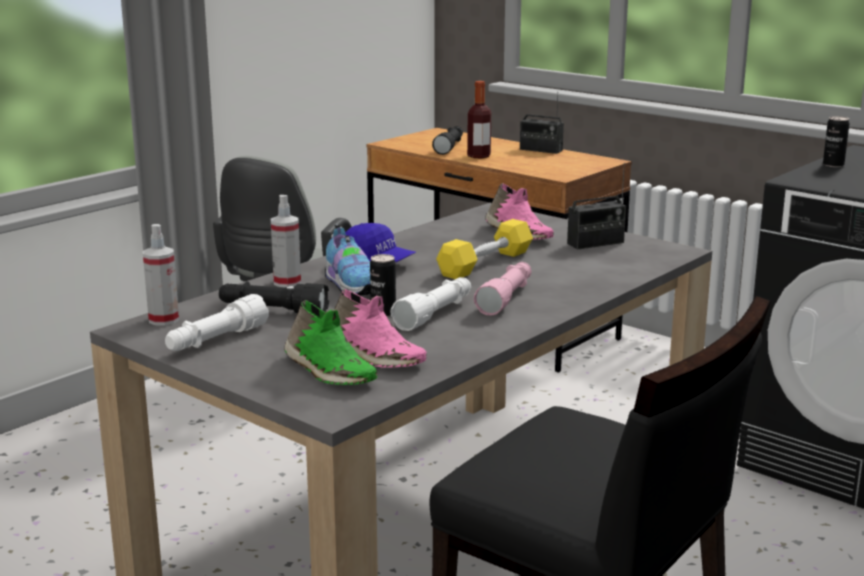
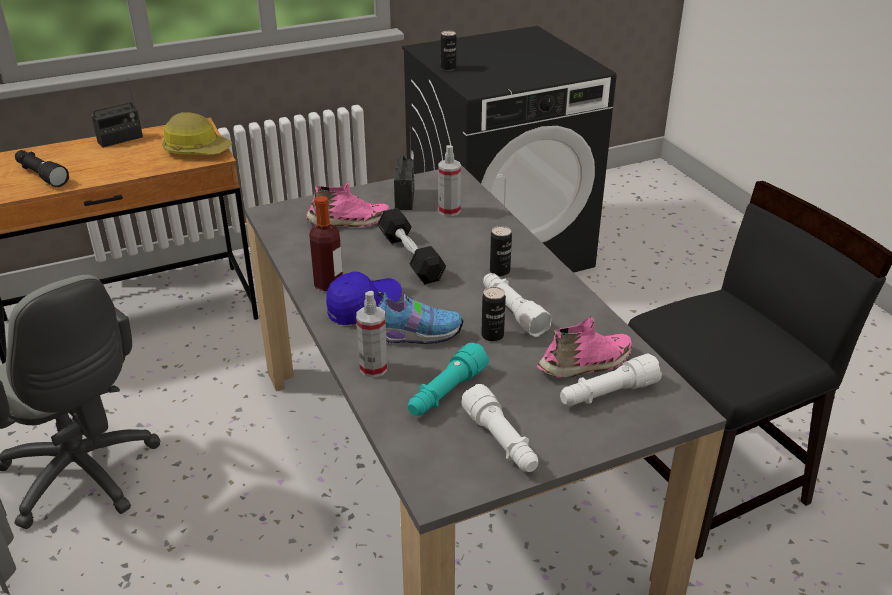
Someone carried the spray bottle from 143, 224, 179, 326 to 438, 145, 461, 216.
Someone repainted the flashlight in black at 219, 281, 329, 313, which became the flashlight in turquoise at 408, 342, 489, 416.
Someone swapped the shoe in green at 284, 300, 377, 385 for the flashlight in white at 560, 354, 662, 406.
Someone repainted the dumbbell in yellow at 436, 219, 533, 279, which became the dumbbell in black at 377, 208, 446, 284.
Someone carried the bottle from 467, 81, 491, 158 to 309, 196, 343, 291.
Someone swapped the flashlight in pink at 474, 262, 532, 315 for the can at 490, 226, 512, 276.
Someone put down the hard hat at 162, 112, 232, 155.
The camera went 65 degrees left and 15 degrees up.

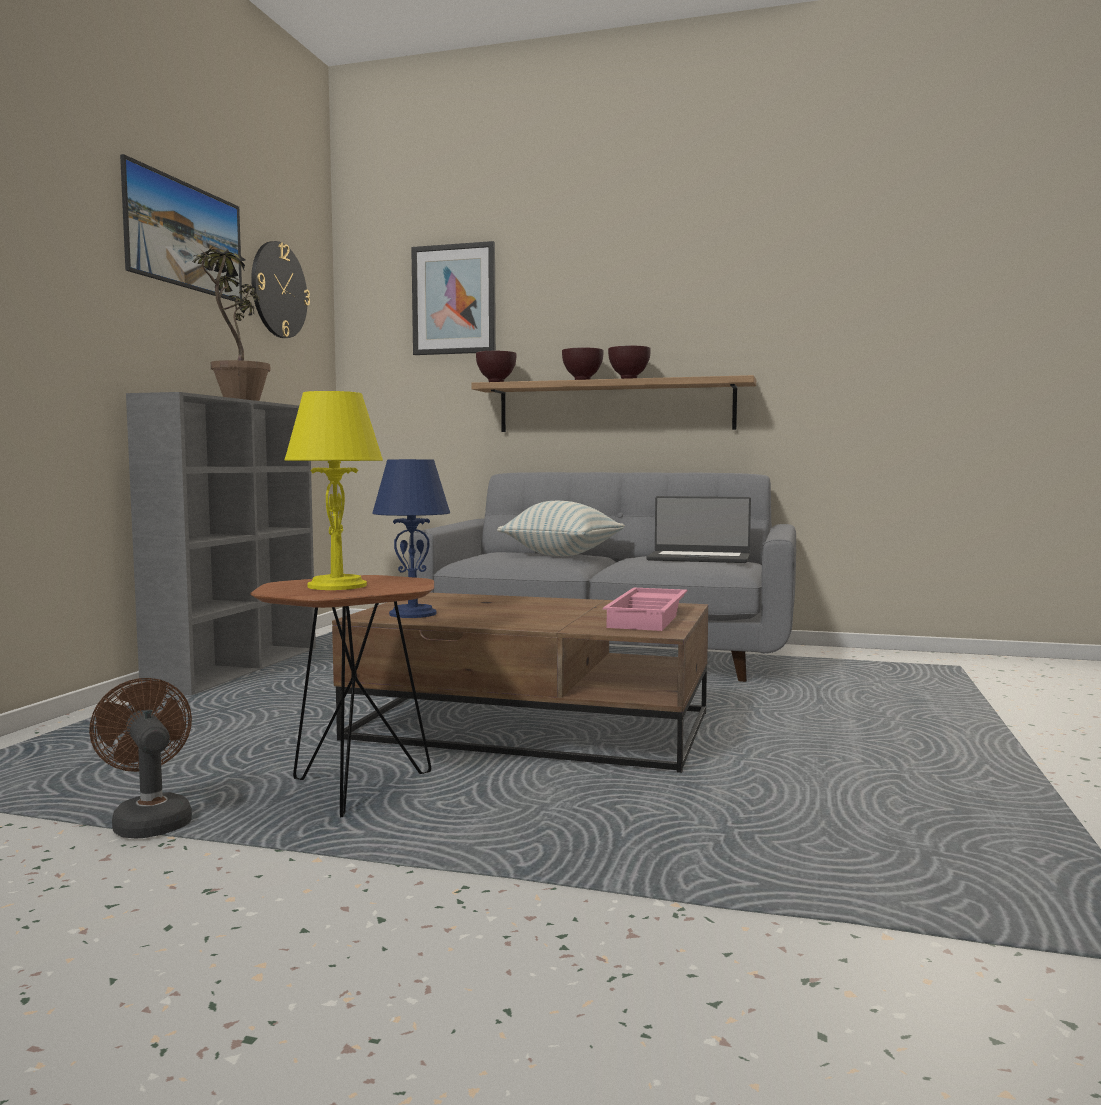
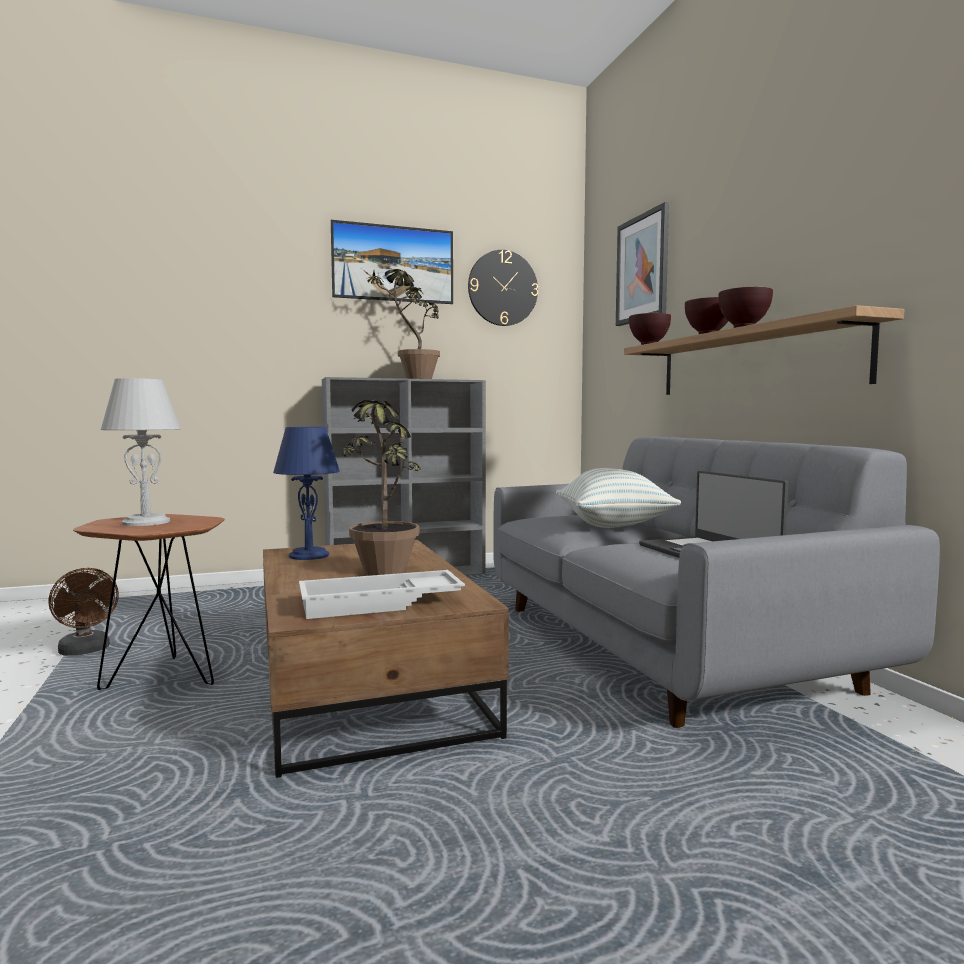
Someone rotated the fan in brown at 89, 678, 192, 838 by 120 degrees clockwise.
Someone repainted the table lamp in yellow at 285, 391, 383, 590, which became the table lamp in grey at 101, 378, 181, 526.
Someone repainted the tray in pink at 603, 587, 687, 631, which became the tray in white at 299, 570, 465, 619.
Someone put down the potted plant at 342, 400, 421, 576.
The camera went 55 degrees right and 0 degrees up.

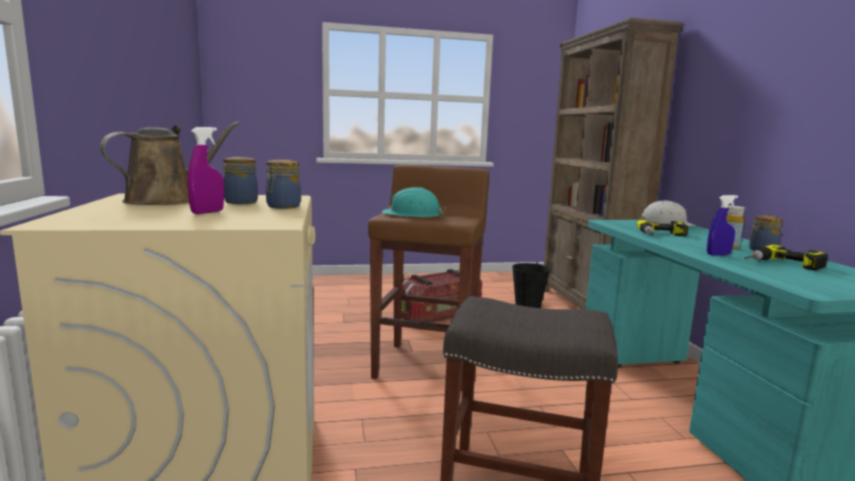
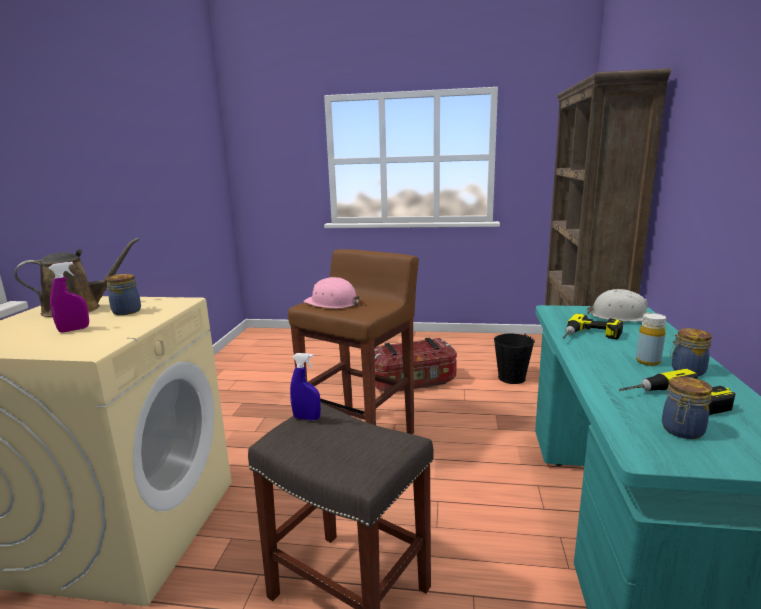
Someone carried the jar from 266, 159, 301, 209 to 662, 376, 712, 439.
Someone repainted the hard hat in turquoise at 381, 187, 445, 217, which became the hard hat in pink at 303, 277, 361, 309.
Someone carried the spray bottle in blue from 707, 195, 738, 255 to 290, 353, 321, 420.
The camera went 20 degrees right and 5 degrees up.

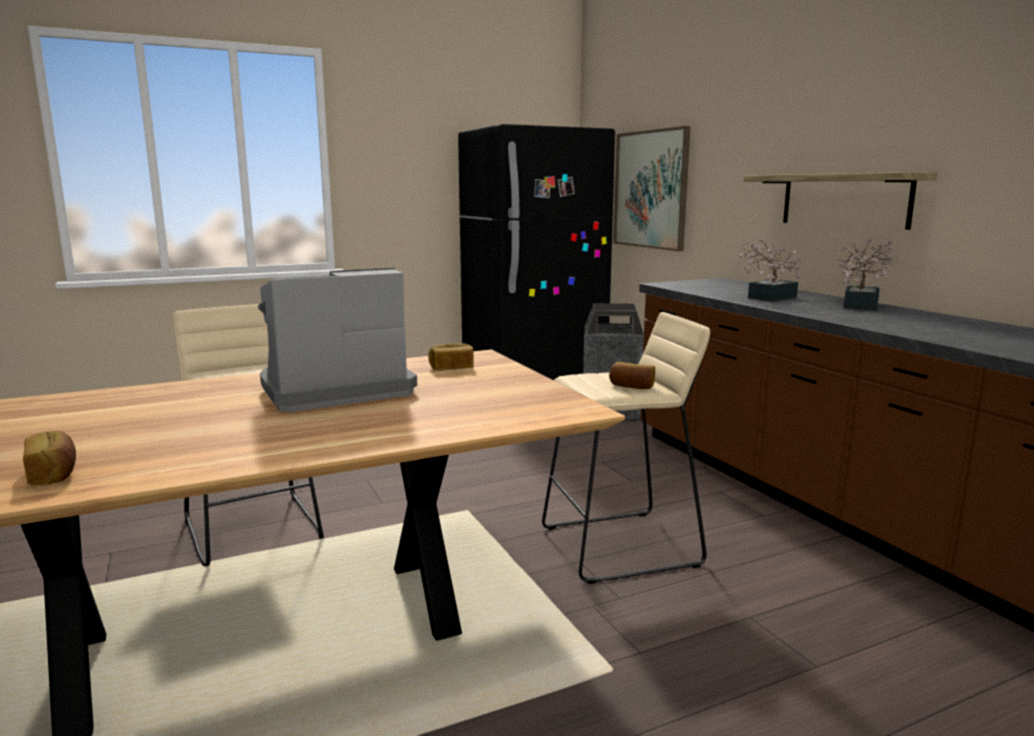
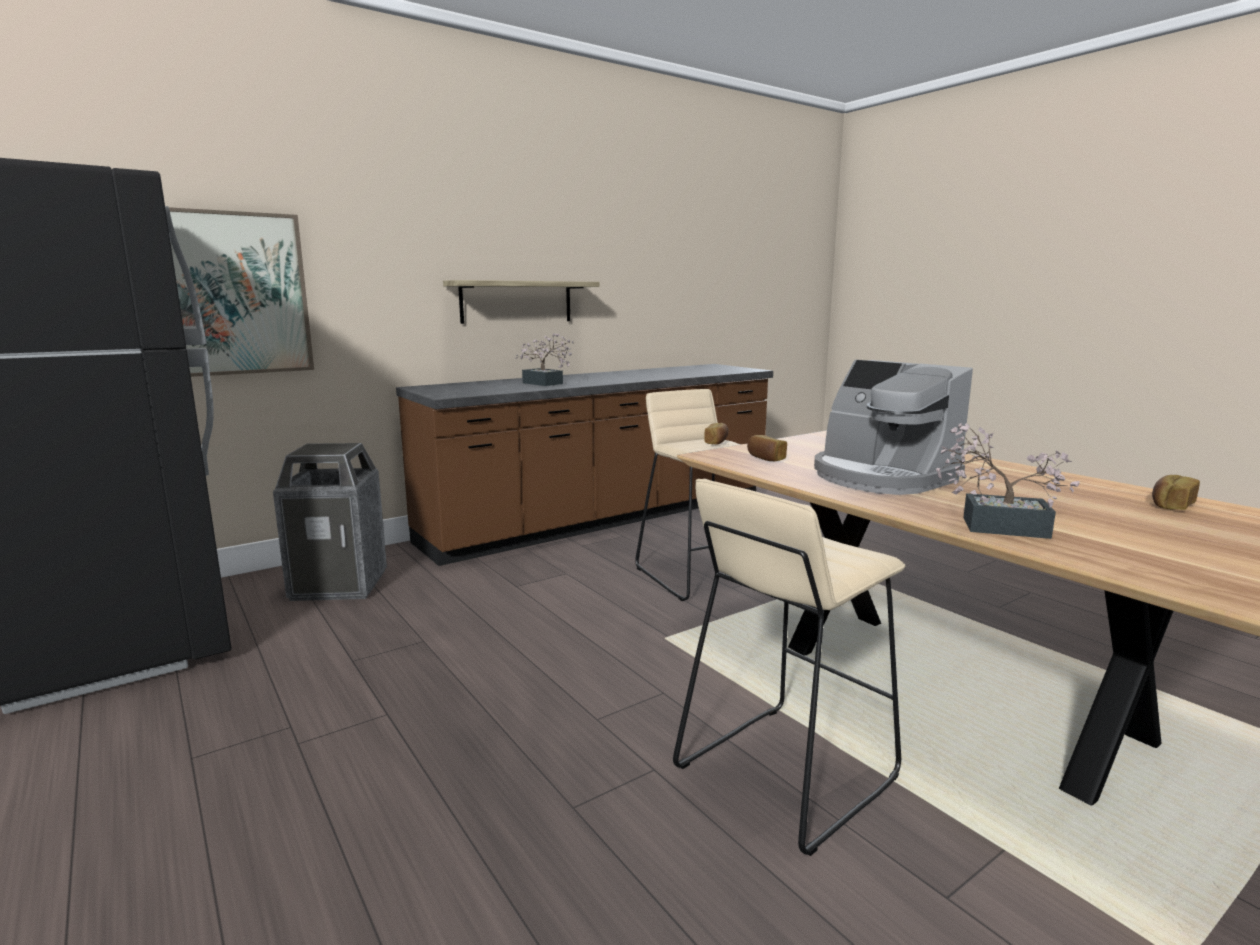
Someone carried the potted plant from 835, 238, 894, 311 to 936, 423, 1080, 539.
The camera went 100 degrees left and 0 degrees up.

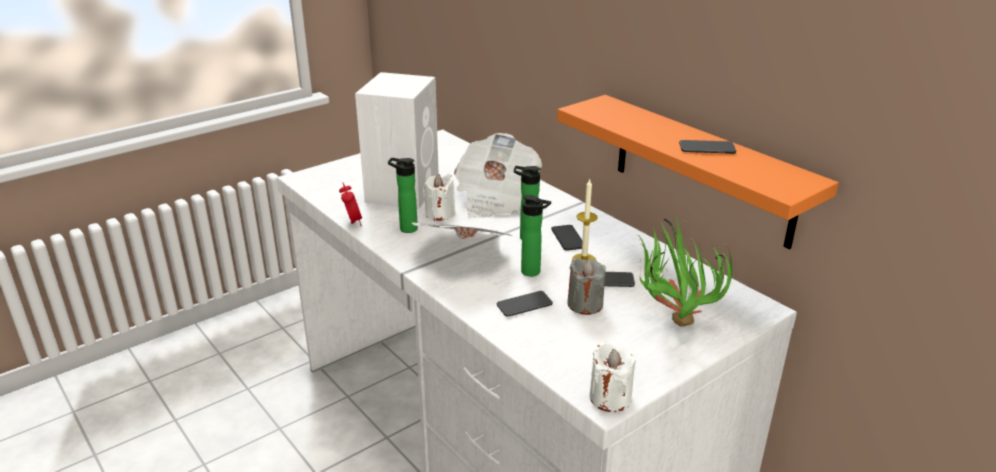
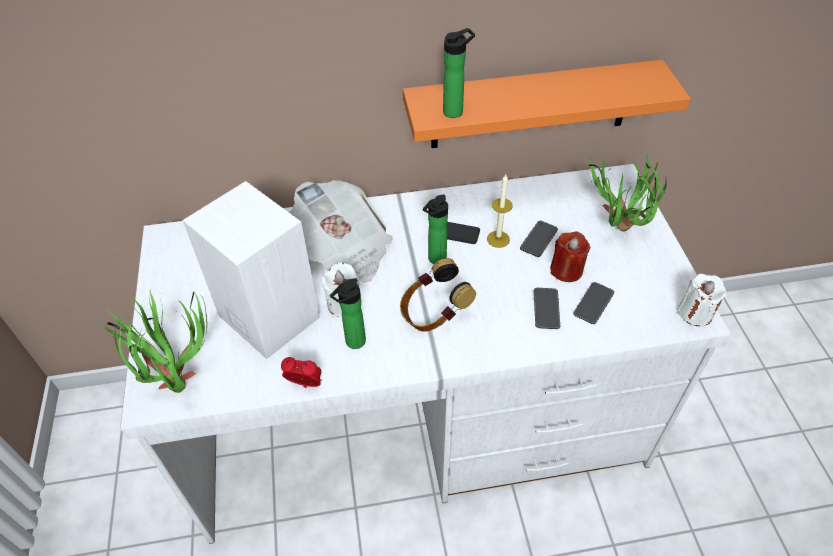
Someone swapped the newspaper at 412, 223, 513, 239 for the headphones at 400, 258, 476, 332.
Someone carried the bottle from 521, 195, 551, 277 to 443, 28, 475, 118.
Someone repainted the candle in grey at 567, 258, 606, 315, which became the candle in red at 550, 231, 590, 282.
Someone carried the phone from 679, 140, 736, 154 to 573, 282, 614, 324.
Someone put down the potted plant at 98, 289, 207, 393.
The camera went 60 degrees left and 20 degrees up.

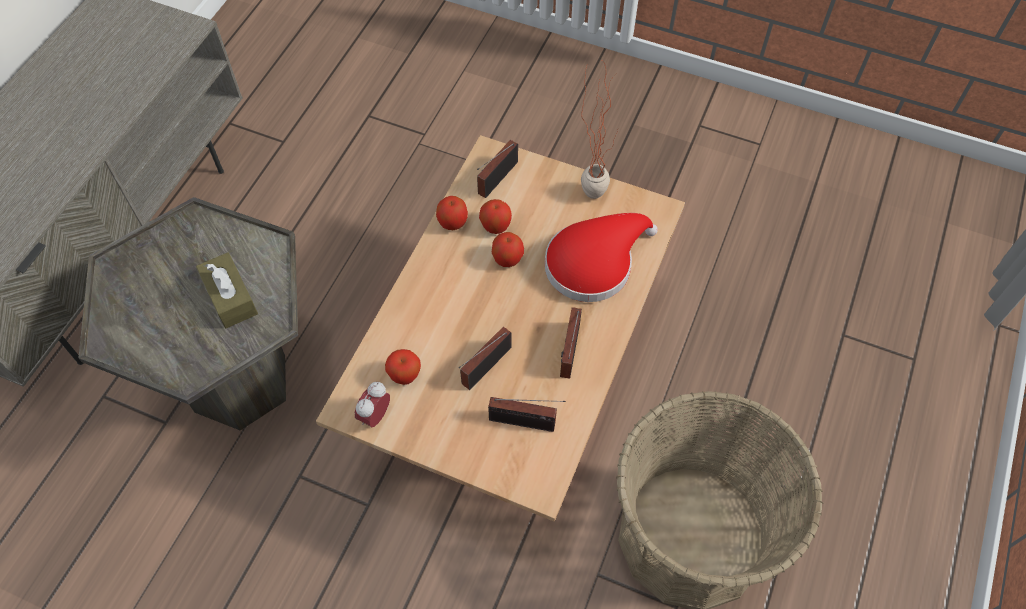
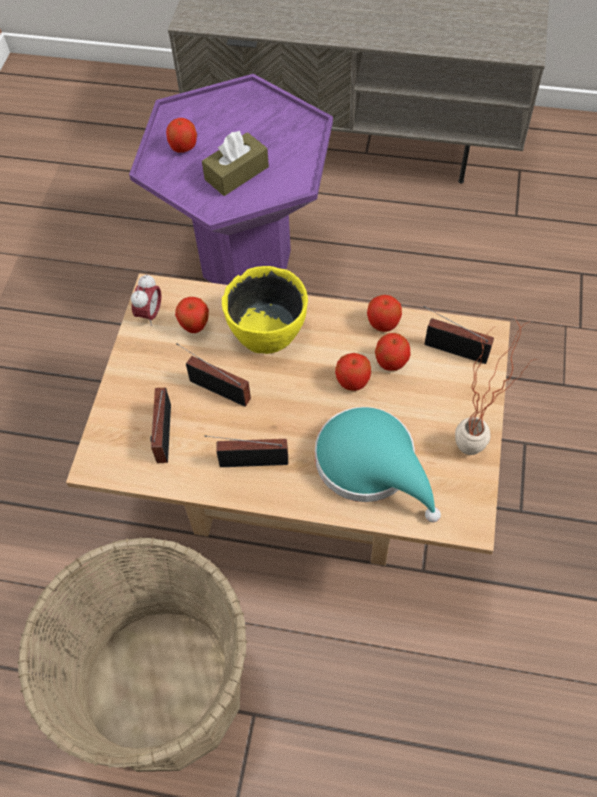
Someone repainted the side table in grey at 79, 197, 298, 430, which became the side table in purple at 129, 74, 333, 285.
Someone rotated the alarm clock at 355, 382, 390, 427 by 90 degrees clockwise.
Someone repainted the hat in red at 545, 213, 658, 302, which became the hat in turquoise at 315, 407, 441, 522.
Someone put down the apple at 166, 118, 197, 153.
Someone put down the bowl in yellow at 222, 266, 308, 354.
The camera went 80 degrees right and 0 degrees up.

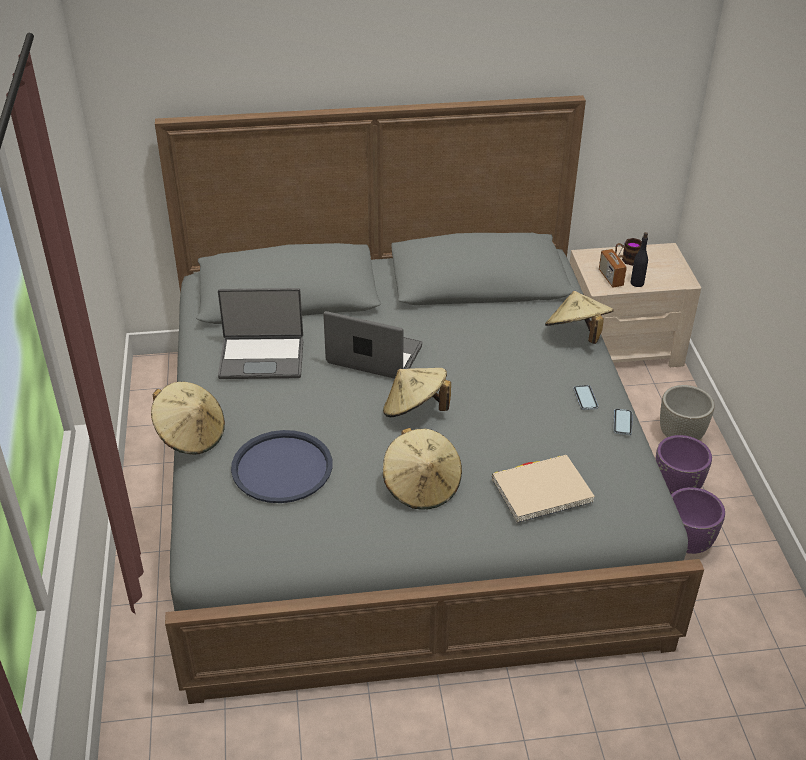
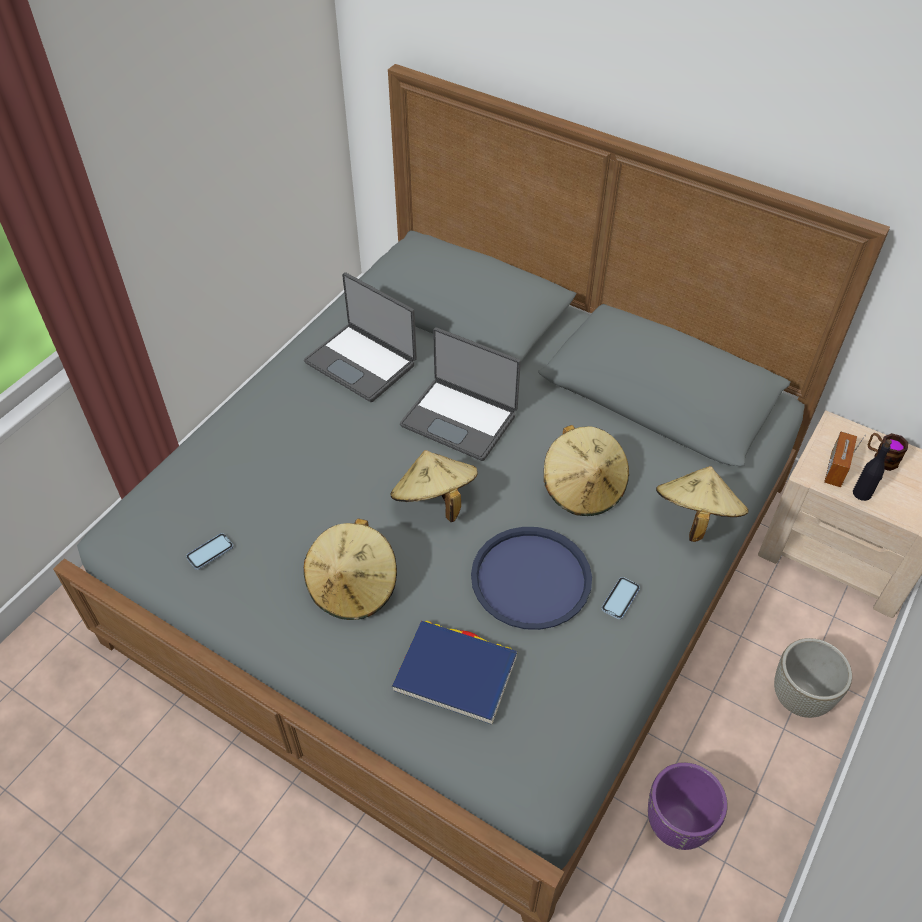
Someone carried the hat in beige from 151, 382, 225, 454 to 544, 425, 629, 516.
Someone carried the tray in blue from 231, 430, 333, 503 to 471, 527, 592, 630.
Someone rotated the laptop at 323, 311, 422, 379 by 150 degrees clockwise.
Someone repainted the book in beige at 492, 455, 595, 523, which became the book in blue at 392, 621, 517, 724.
Someone carried the phone from 613, 409, 632, 435 to 186, 533, 234, 570.
Someone took away the planter in purple at 656, 435, 712, 494.
The camera went 40 degrees right and 10 degrees up.

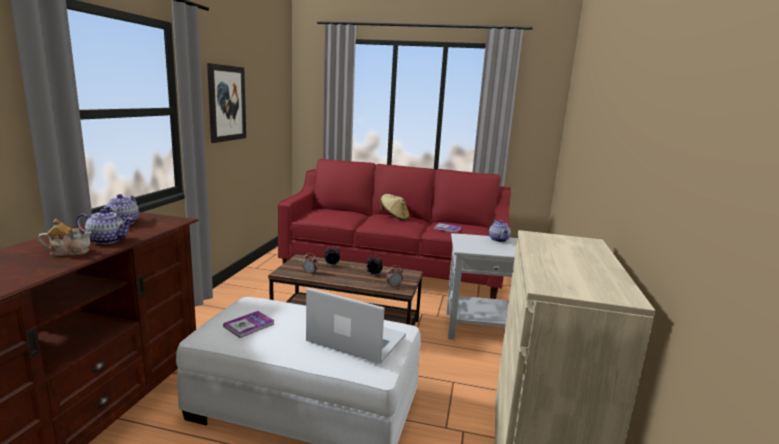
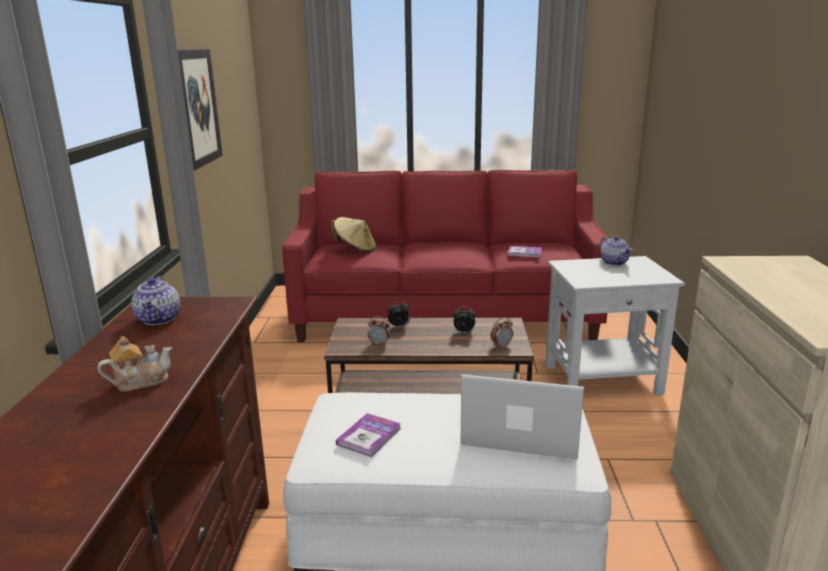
Someone took away the teapot at 76, 209, 133, 244.
Someone carried the hat in beige from 379, 194, 410, 220 to 331, 217, 376, 253.
The camera went 10 degrees left and 5 degrees up.

